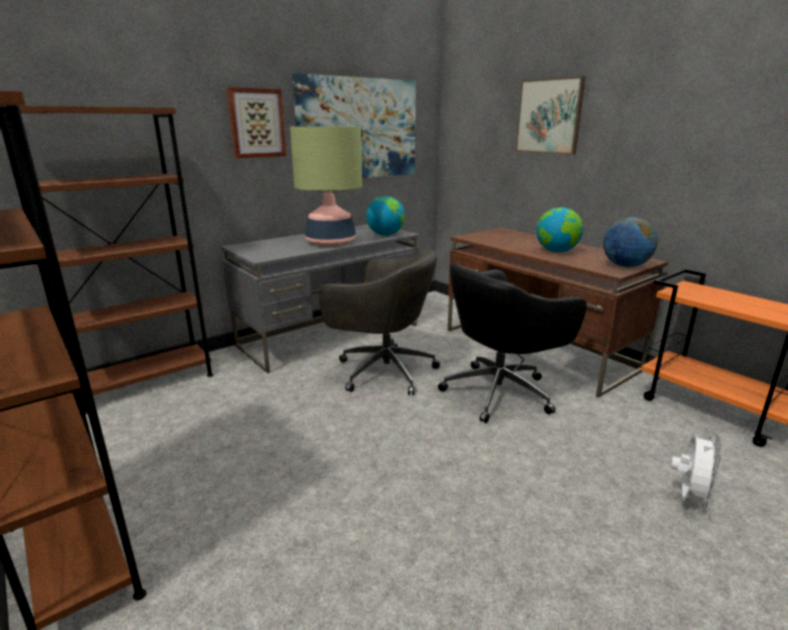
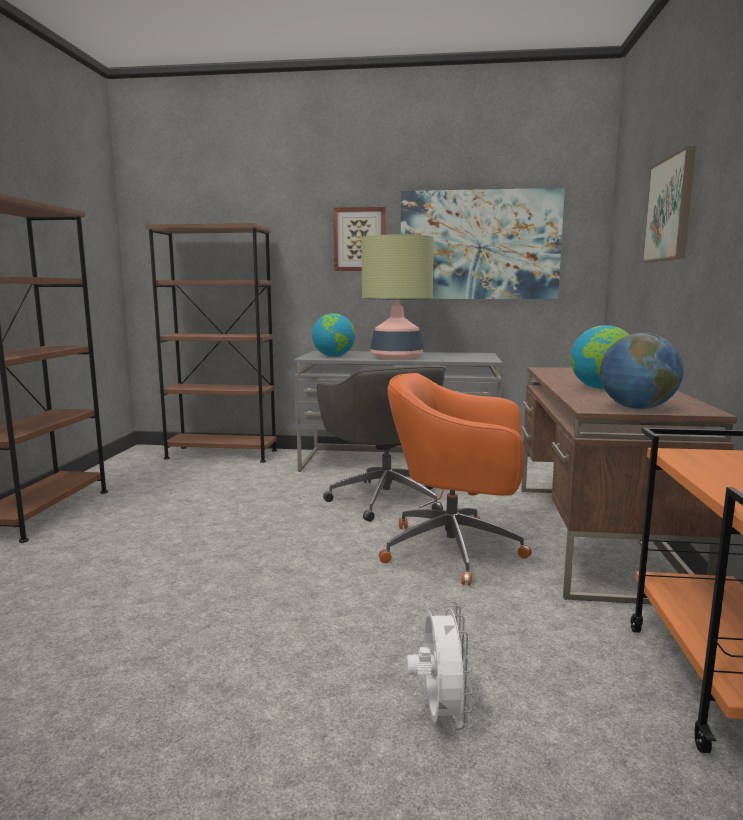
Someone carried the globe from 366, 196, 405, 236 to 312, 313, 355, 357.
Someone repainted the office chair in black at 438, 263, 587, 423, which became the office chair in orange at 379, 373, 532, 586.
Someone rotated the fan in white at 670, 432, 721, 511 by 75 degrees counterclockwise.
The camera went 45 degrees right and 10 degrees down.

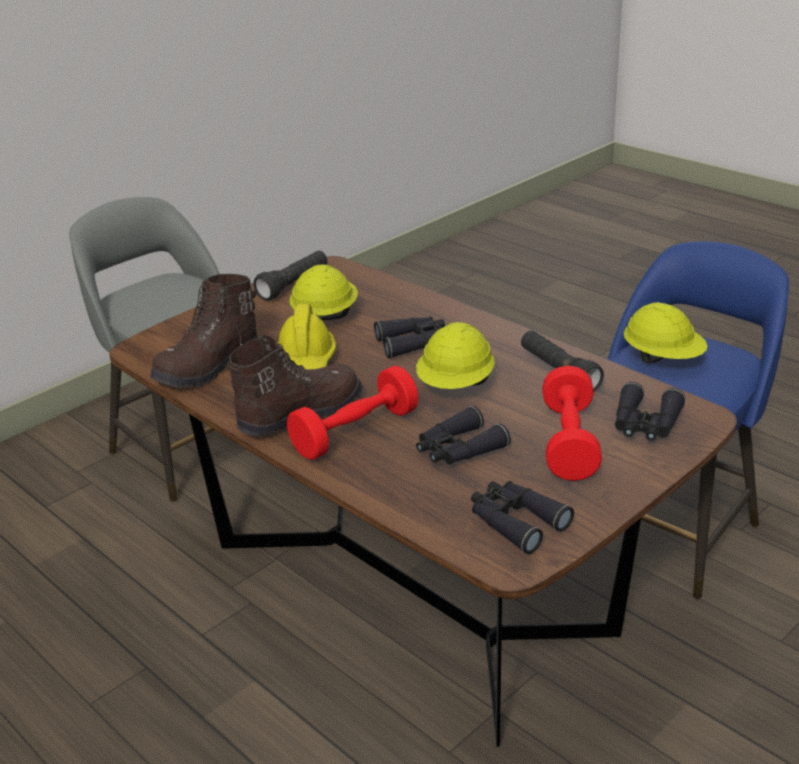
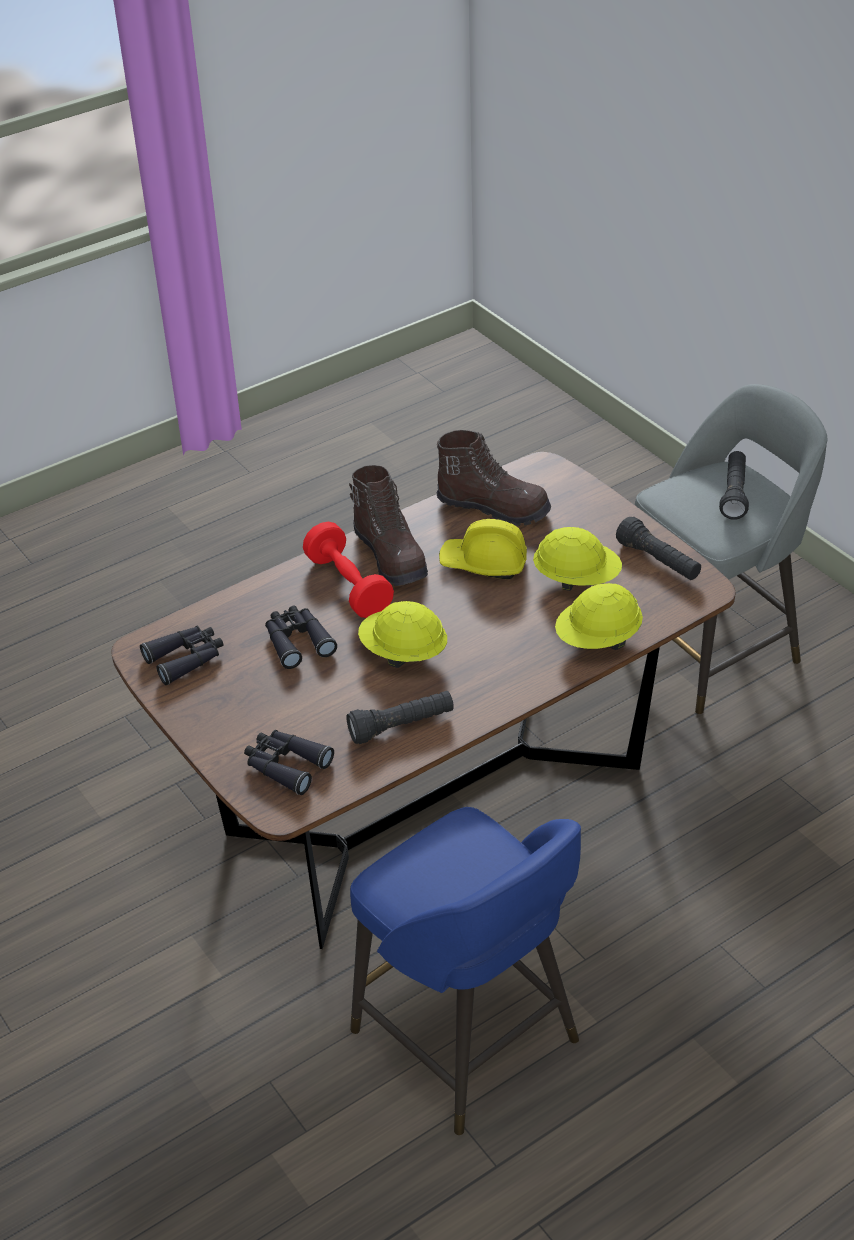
Someone rotated the boot in brown at 150, 274, 258, 388 by 150 degrees clockwise.
Someone took away the binoculars in black at 374, 316, 445, 358.
Someone took away the dumbbell in red at 542, 366, 602, 481.
Someone carried the hard hat in yellow from 624, 302, 707, 364 to 555, 583, 643, 650.
Someone put down the flashlight in black at 719, 451, 749, 520.
The camera went 100 degrees right and 10 degrees up.

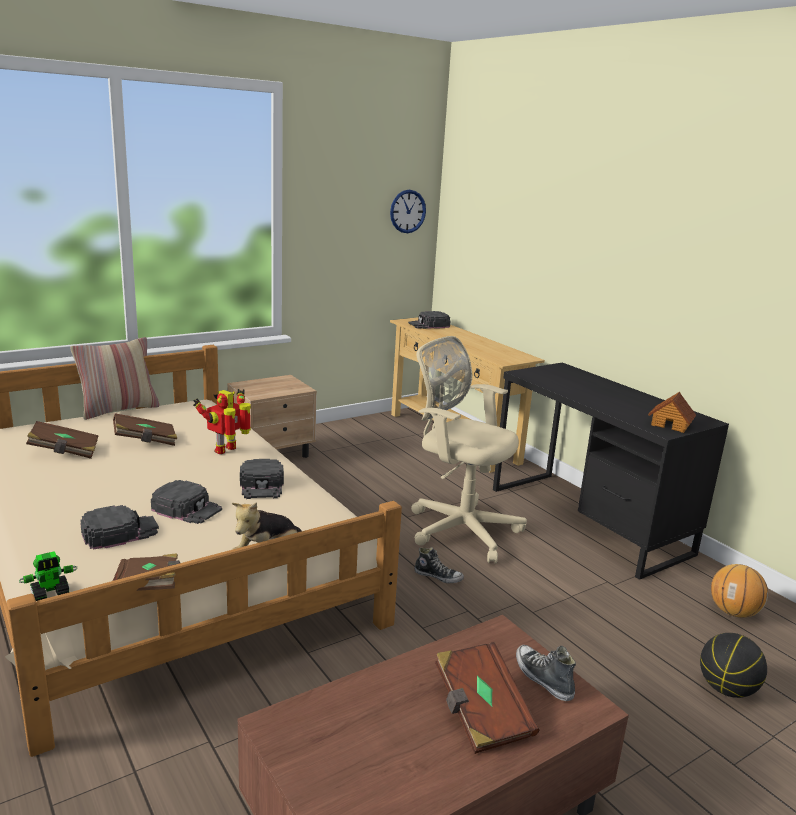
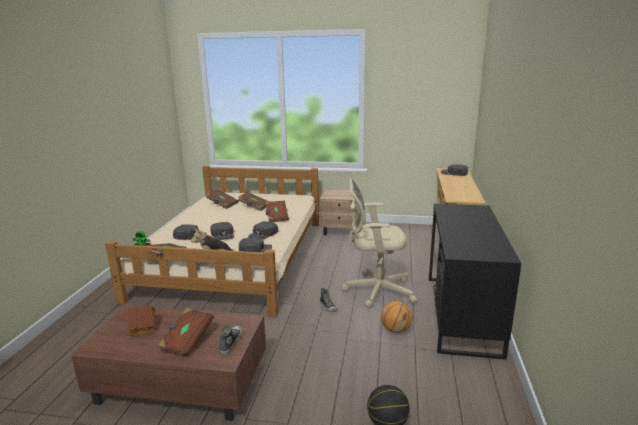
Someone took away the pillow at 70, 337, 160, 420.
Someone swapped the toy robot at 193, 389, 251, 454 for the book in brown at 266, 201, 289, 222.
Someone took away the wall clock at 390, 190, 426, 233.
Someone rotated the office chair in beige at 411, 336, 527, 564 by 75 degrees counterclockwise.
Someone carried the toy house from 648, 392, 696, 433 to 127, 305, 156, 336.
Someone carried the basketball from 711, 564, 768, 618 to 381, 301, 413, 333.
Someone put down the cap in black at 239, 237, 272, 252.
The camera went 45 degrees right and 0 degrees up.

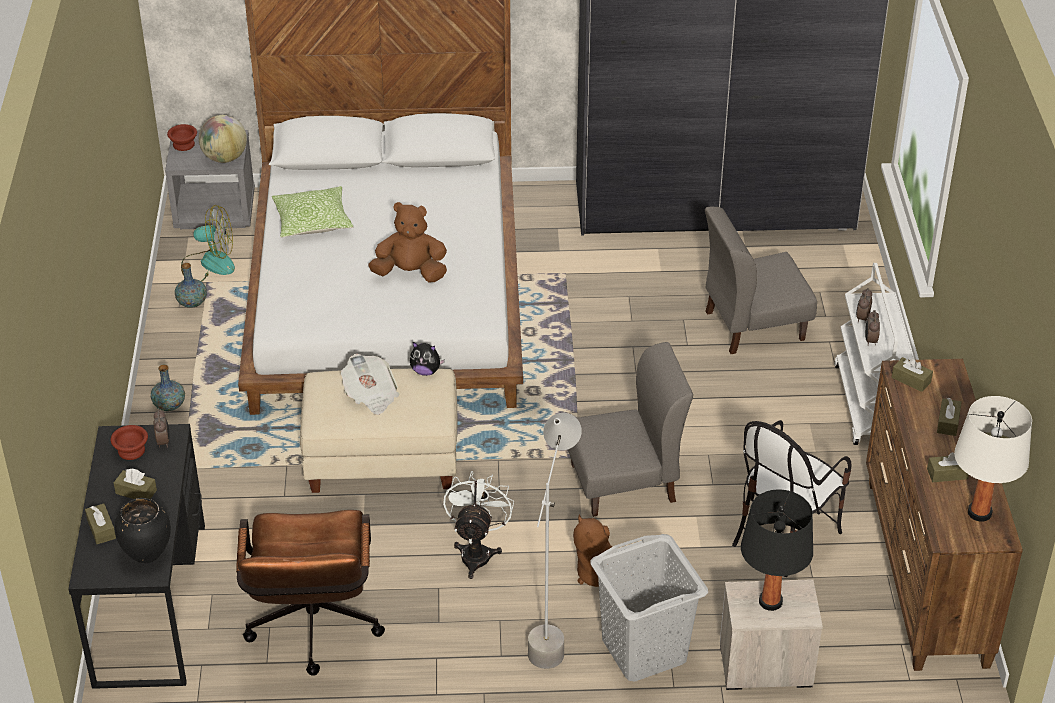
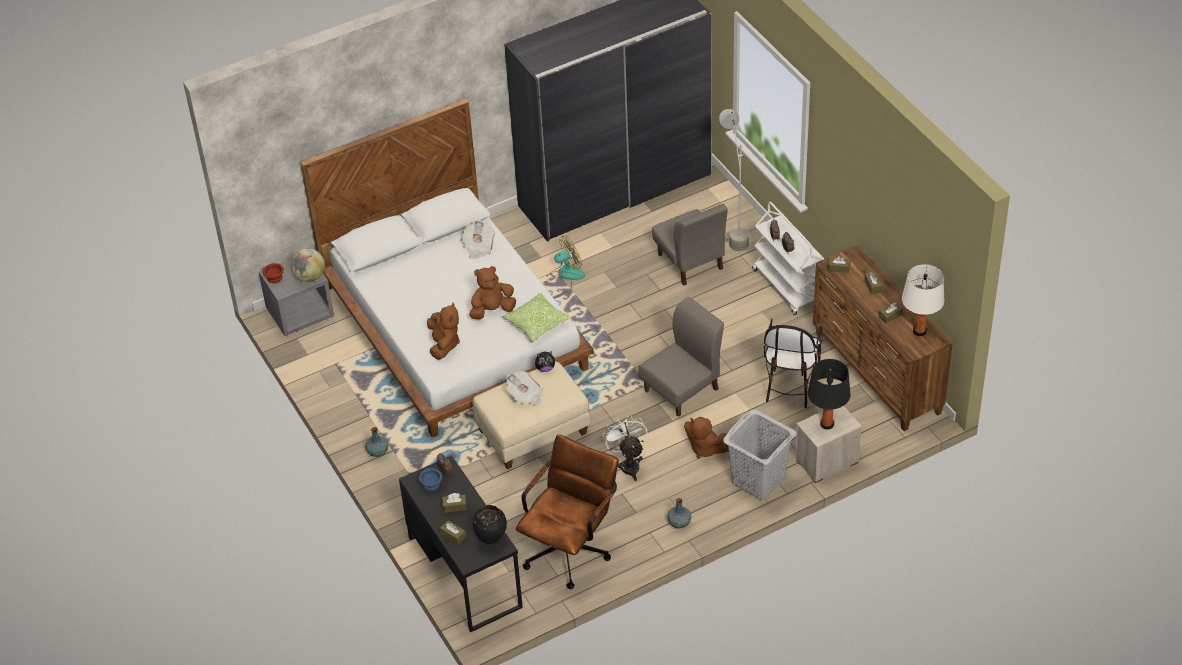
Someone repainted the bowl in brown at 111, 425, 148, 460, which became the bowl in blue at 419, 468, 442, 491.
Someone carried the vase from 175, 263, 207, 308 to 667, 498, 691, 528.
Someone carried the fan from 181, 205, 235, 282 to 548, 236, 585, 289.
Someone rotated the office chair in brown at 236, 510, 385, 676 by 120 degrees counterclockwise.
Someone carried the pillow from 272, 186, 354, 238 to 502, 293, 571, 343.
Someone carried the floor lamp in grey from 528, 413, 582, 669 to 719, 109, 749, 251.
Someone rotated the chair in grey at 705, 206, 817, 354 by 75 degrees counterclockwise.
Someone put down the plush toy in brown at 427, 303, 460, 360.
Someone put down the newspaper at 461, 220, 495, 259.
The camera went 25 degrees left and 5 degrees up.

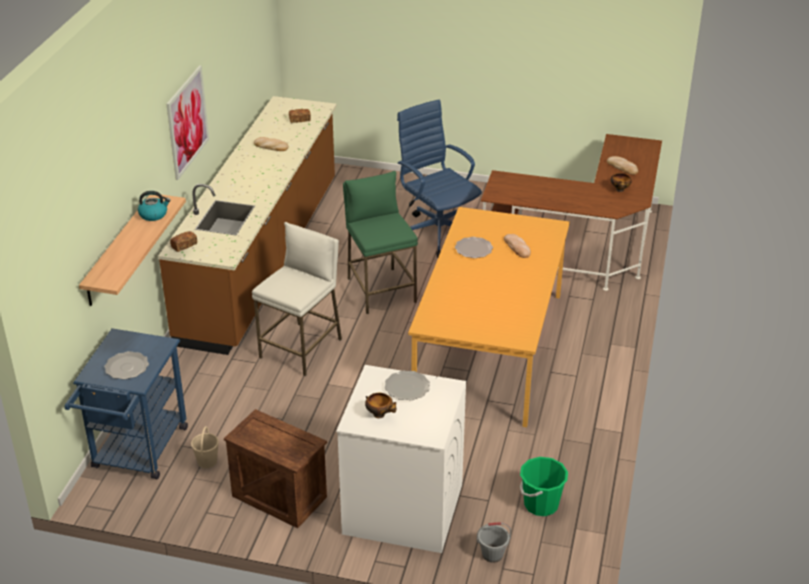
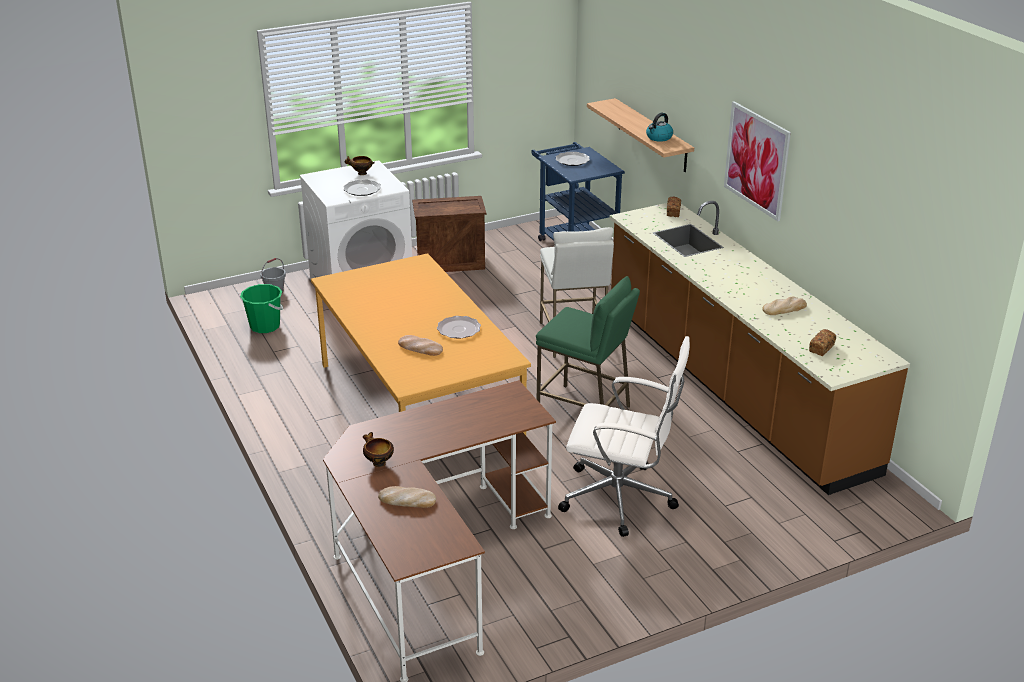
Someone took away the bucket in beige at 191, 426, 219, 468.
Someone repainted the office chair in blue at 397, 100, 482, 258, which became the office chair in white at 558, 336, 690, 537.
The camera went 140 degrees right and 5 degrees down.

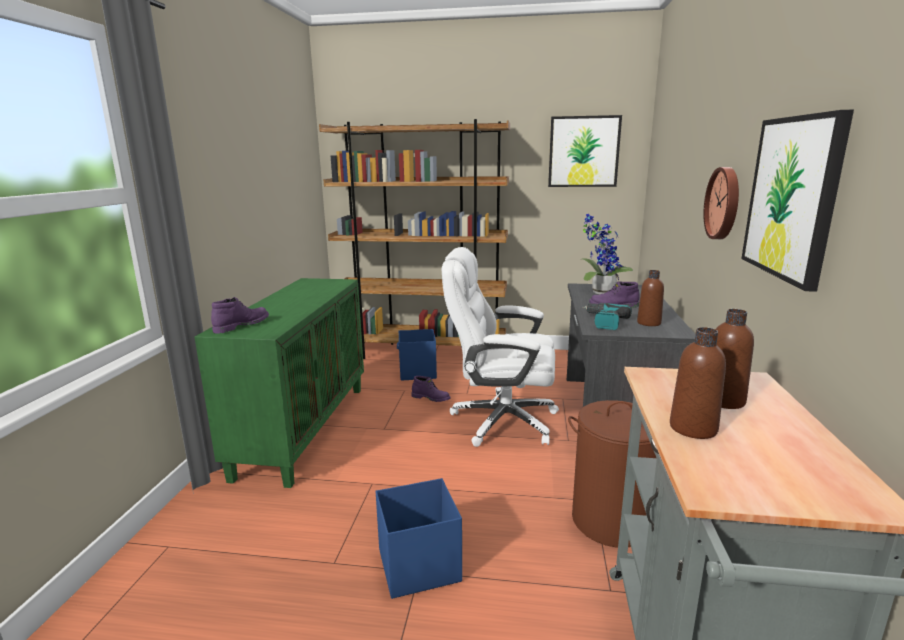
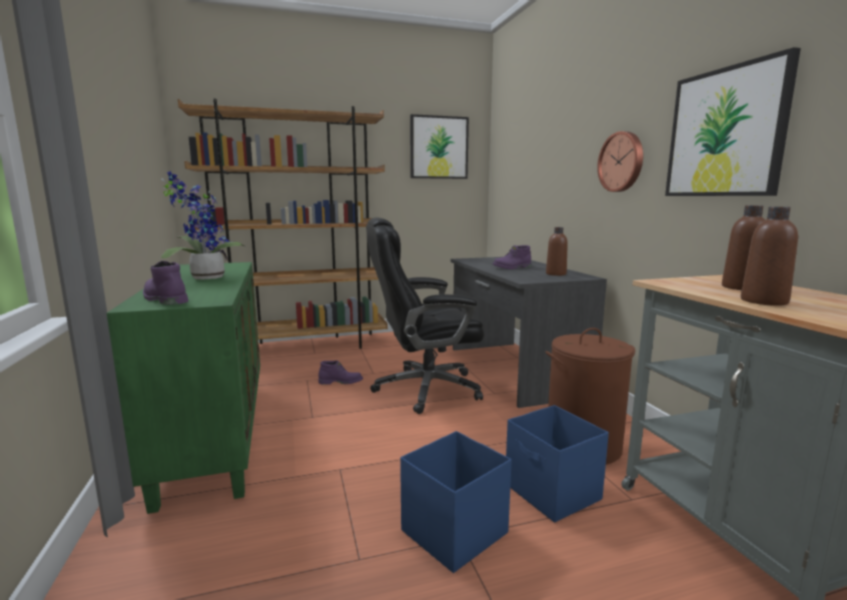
Someone rotated the boot in purple at 211, 297, 269, 334 by 60 degrees counterclockwise.
Someone carried the storage box in blue from 397, 329, 437, 380 to 506, 405, 609, 523.
Someone repainted the office chair in white at 442, 247, 559, 447, which became the office chair in black at 366, 217, 484, 414.
Someone carried the potted plant from 581, 214, 633, 294 to 161, 171, 245, 280.
Someone took away the power drill at 582, 303, 632, 330.
The camera went 25 degrees left and 5 degrees down.

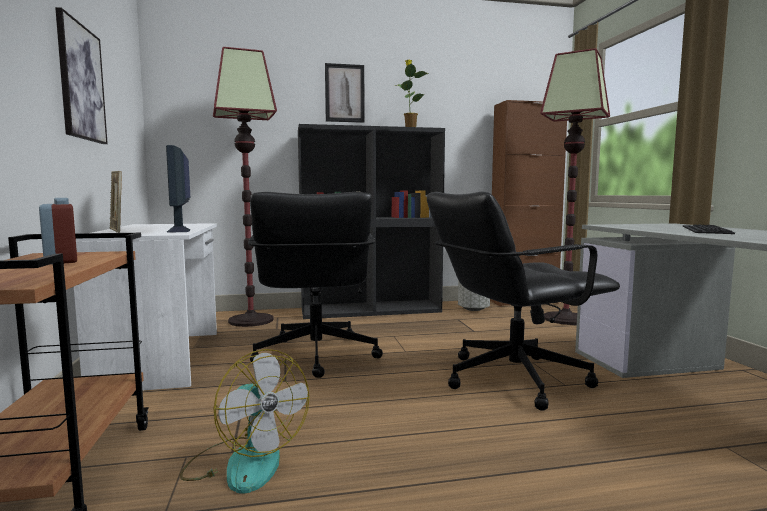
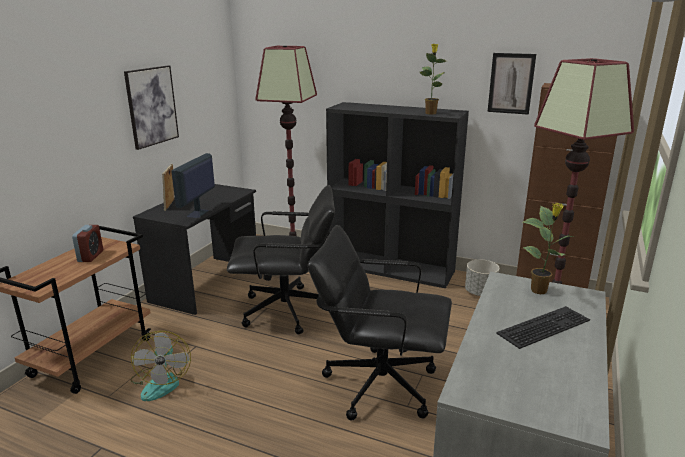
Someone repainted the desk in white at 74, 223, 217, 390, which became the desk in black at 133, 184, 256, 315.
Someone rotated the office chair in black at 248, 192, 383, 378 by 120 degrees counterclockwise.
Someone carried the picture from 325, 63, 365, 123 to 488, 53, 536, 115.
Someone put down the potted plant at 522, 203, 573, 294.
The camera went 35 degrees right and 15 degrees up.

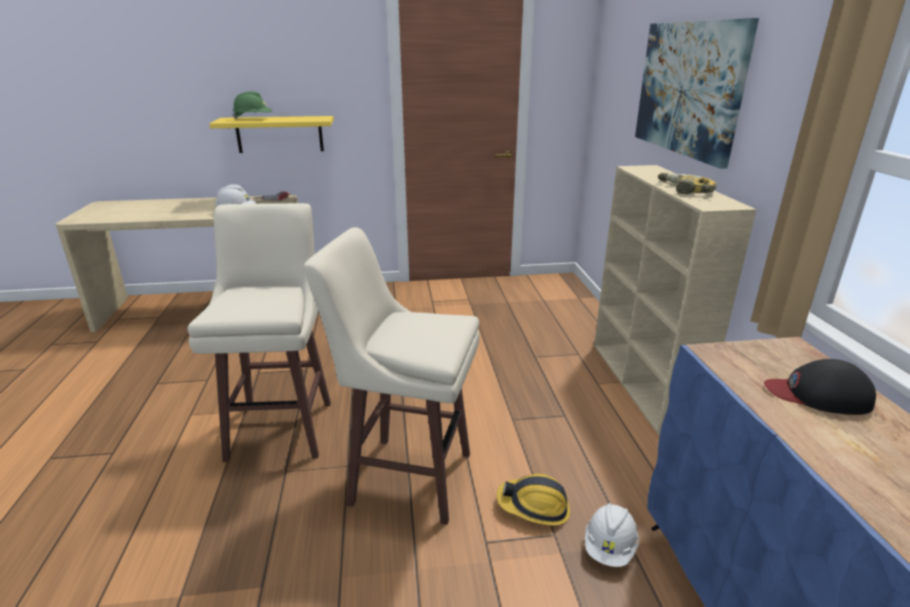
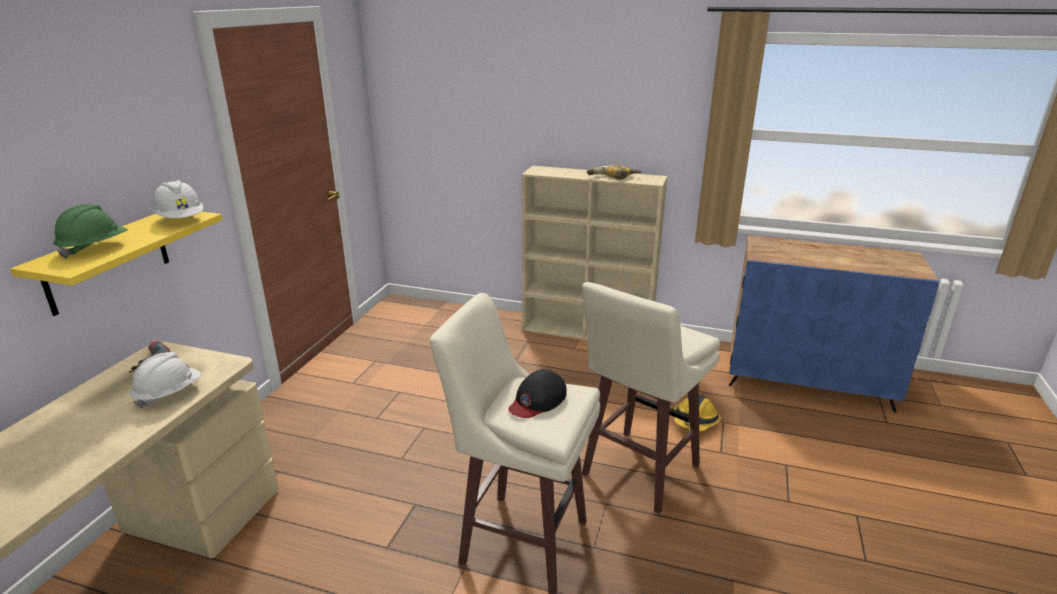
Someone carried the hard hat in white from 585, 503, 639, 567 to 152, 180, 204, 218.
Someone took away the picture at 635, 18, 759, 169.
Someone carried the cap in black from 764, 359, 876, 415 to 509, 369, 567, 418.
The camera went 65 degrees left and 0 degrees up.

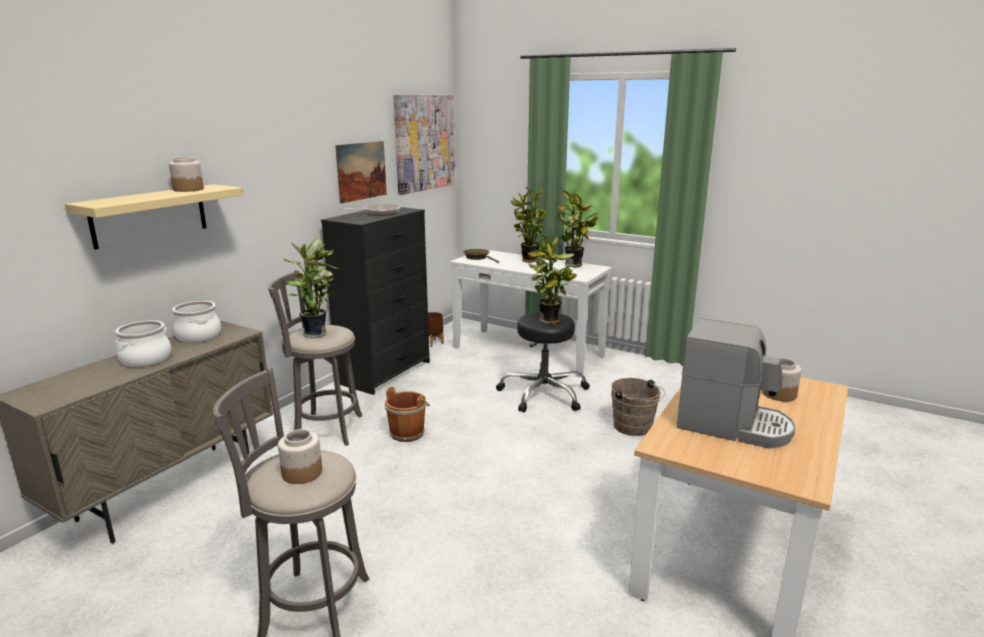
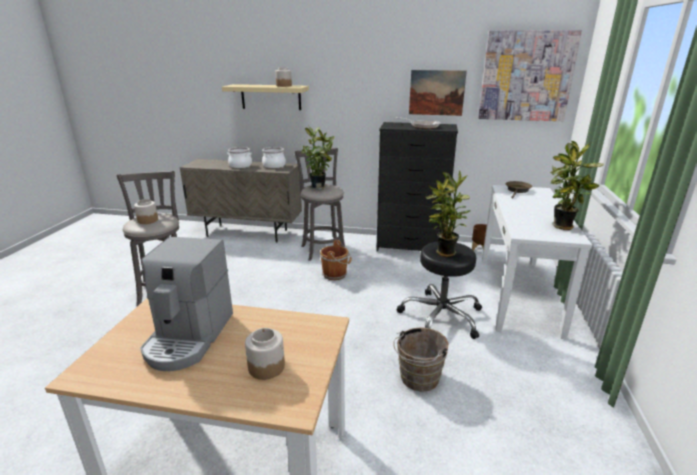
Someone took away the potted plant at 510, 187, 547, 263.
The camera went 70 degrees right and 5 degrees up.

